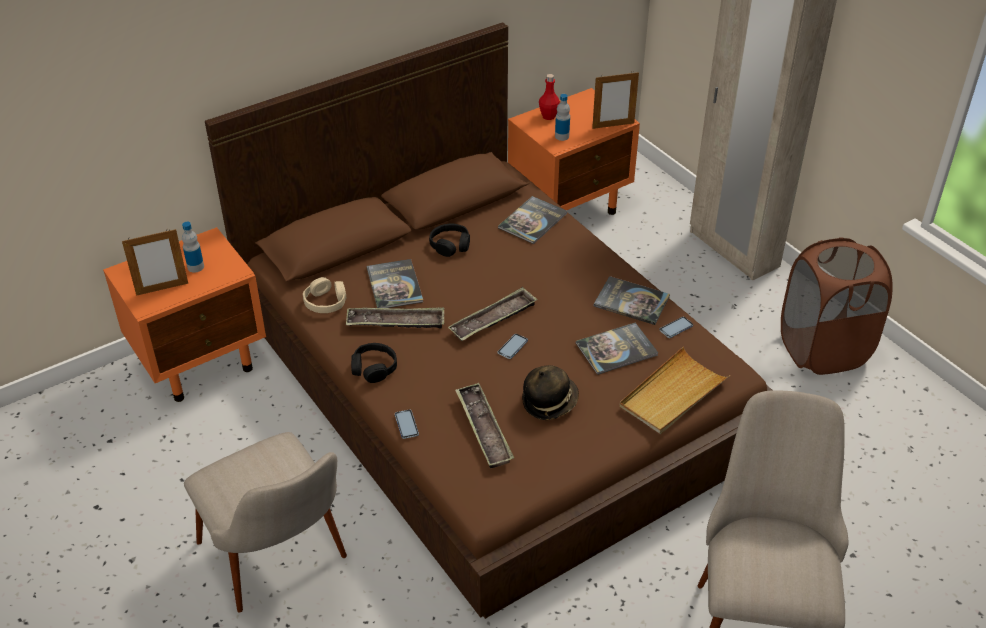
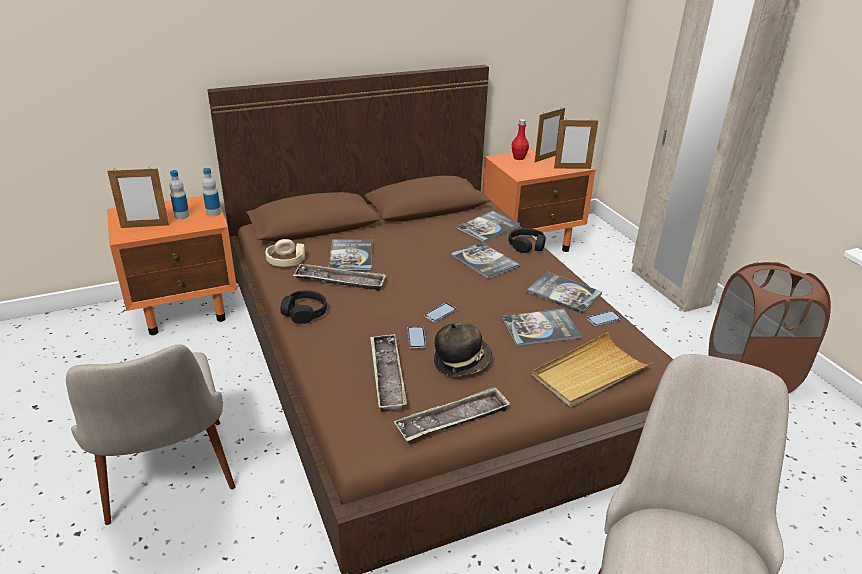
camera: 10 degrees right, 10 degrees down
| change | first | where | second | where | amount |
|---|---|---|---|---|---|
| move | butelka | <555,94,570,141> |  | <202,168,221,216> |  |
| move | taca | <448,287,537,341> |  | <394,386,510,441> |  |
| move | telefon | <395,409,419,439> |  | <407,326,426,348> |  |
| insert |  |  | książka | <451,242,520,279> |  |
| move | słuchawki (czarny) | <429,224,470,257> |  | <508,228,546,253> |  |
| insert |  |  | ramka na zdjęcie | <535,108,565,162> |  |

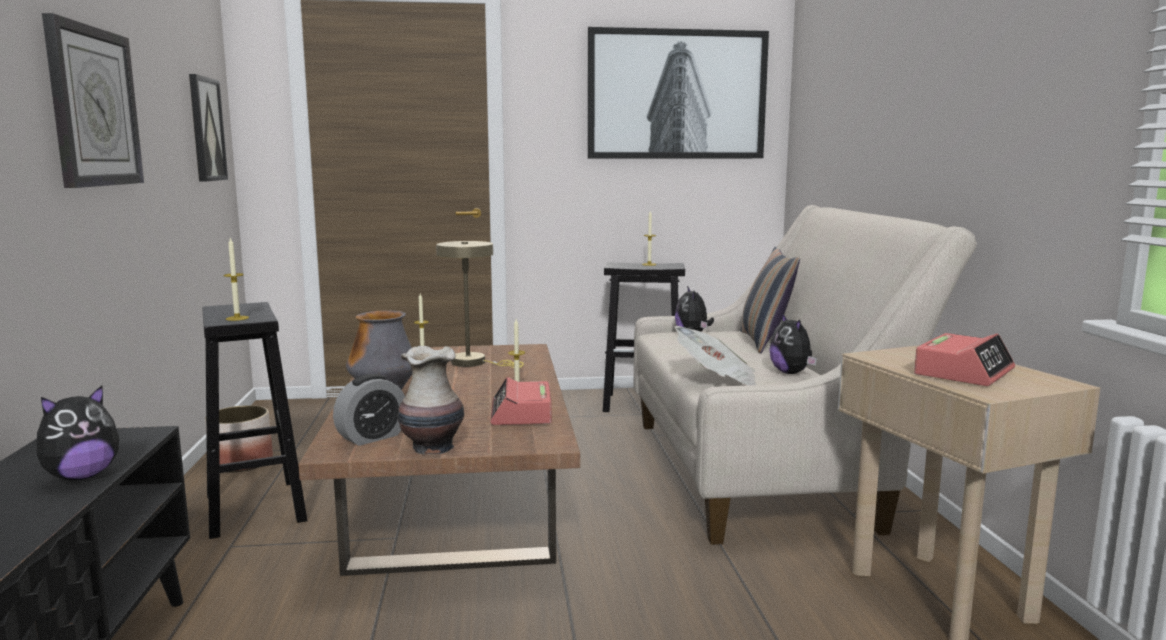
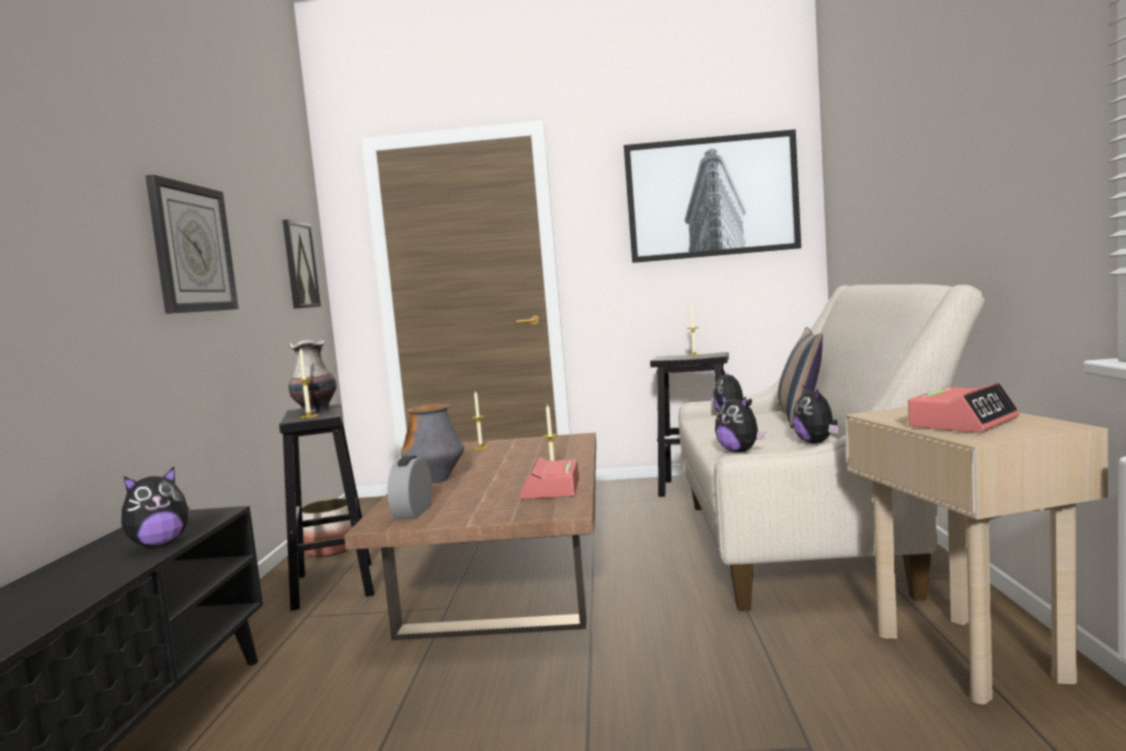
camera: 10 degrees right, 5 degrees down
| change | first | where | second | where | amount |
|---|---|---|---|---|---|
| move | wazon | <398,346,464,454> |  | <288,339,337,413> |  |
| rotate | budzik | <333,374,405,446> |  | <387,456,432,519> | 135 degrees clockwise |
| replace | gazeta | <675,326,756,386> | pluszak | <715,394,766,452> |  |
| delete | lampa stołowa (beżowy) | <436,241,524,368> |  |  |  |

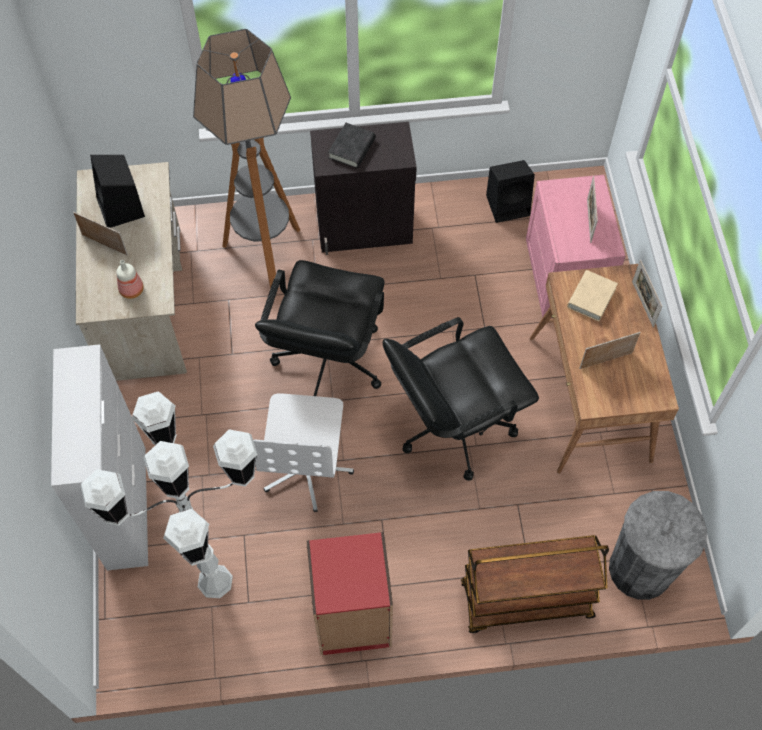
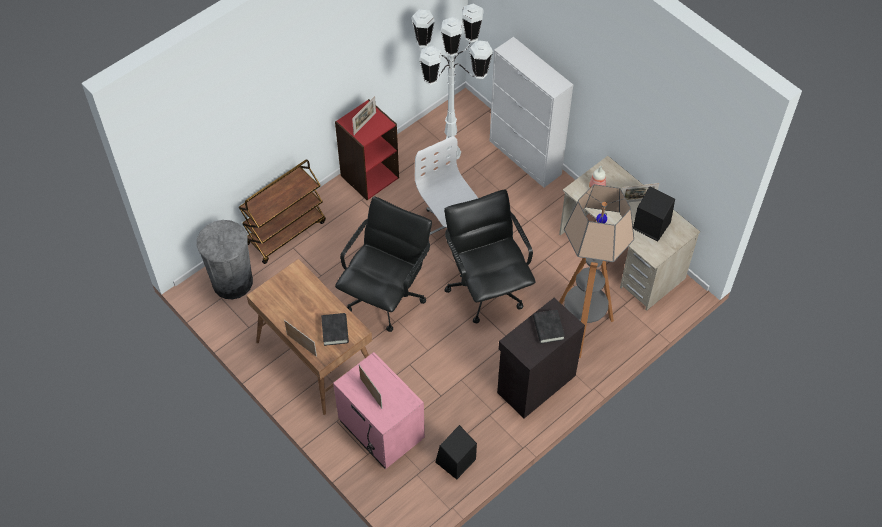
camera: 145 degrees right, 5 degrees down
| change | first | where | second | where | amount |
|---|---|---|---|---|---|
| recolor | książka (beżowy) | <567,270,618,322> | książka (czarny) | <321,313,349,346> |  |
| move | ramka na zdjęcie | <579,332,641,369> |  | <352,96,376,135> |  |

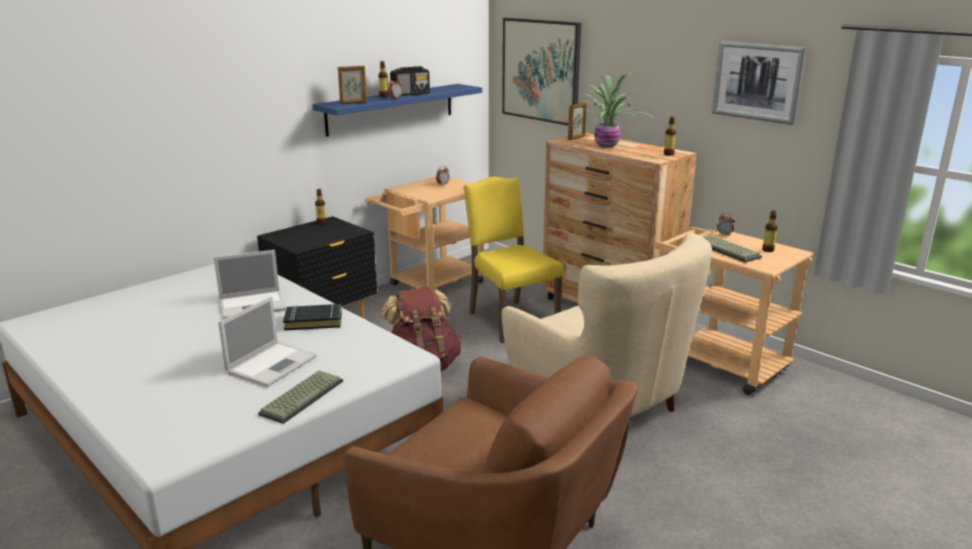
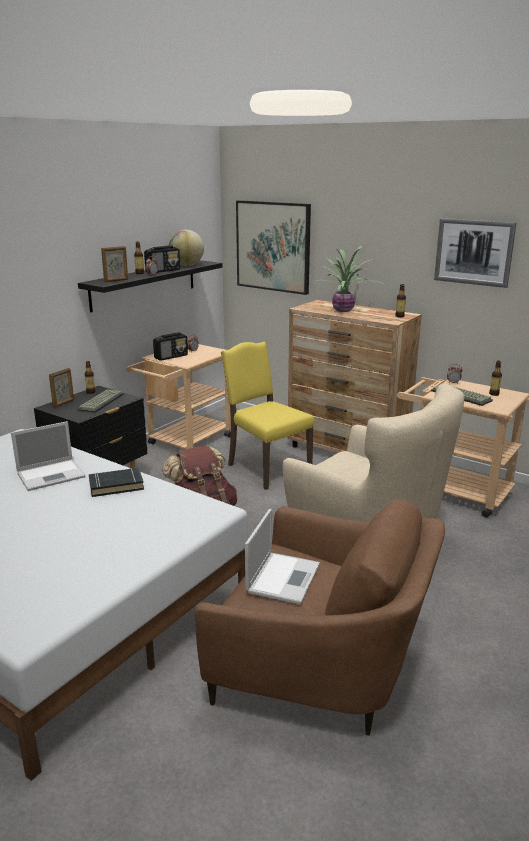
camera: 10 degrees left, 0 degrees up
| change | first | where | second | where | amount |
|---|---|---|---|---|---|
| move | ramka na zdjęcie | <568,102,587,140> |  | <49,368,74,407> |  |
| move | klawiatura | <258,370,343,424> |  | <77,389,124,413> |  |
| recolor | półka (niebieski) | <312,84,482,137> | półka (czarny) | <78,260,223,312> |  |
| insert |  |  | radio | <153,332,188,361> |  |
| insert |  |  | globus | <169,230,204,266> |  |
| move | laptop | <218,296,317,387> |  | <245,509,320,604> |  |

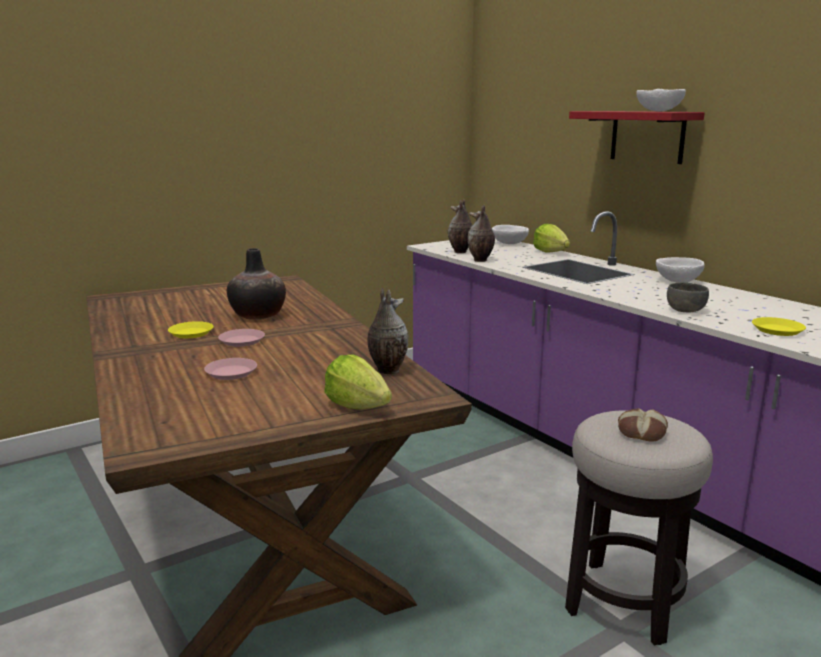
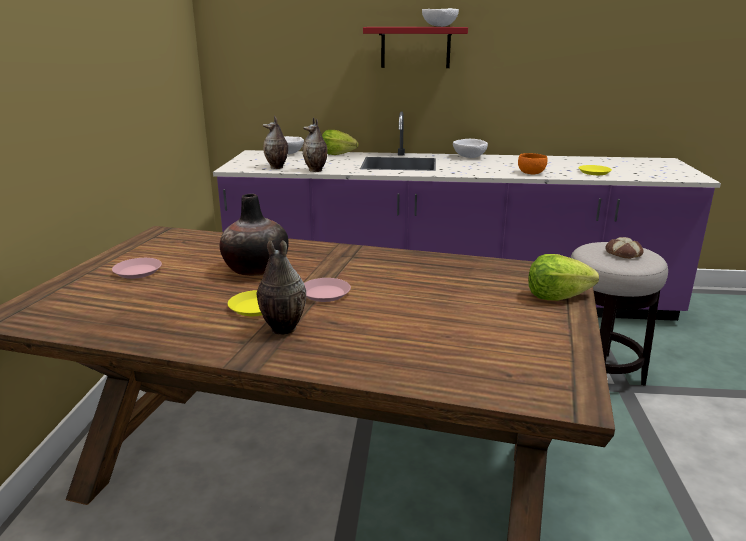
camera: 50 degrees left, 5 degrees up
| change | first | where | second | where | amount |
|---|---|---|---|---|---|
| move | talerz (różowy) | <204,358,257,380> |  | <112,258,162,279> |  |
| move | wazon | <368,288,409,374> |  | <257,240,306,335> |  |
| recolor | miska (szary) | <667,282,709,313> | miska (pomarańczowy) | <518,153,547,174> |  |

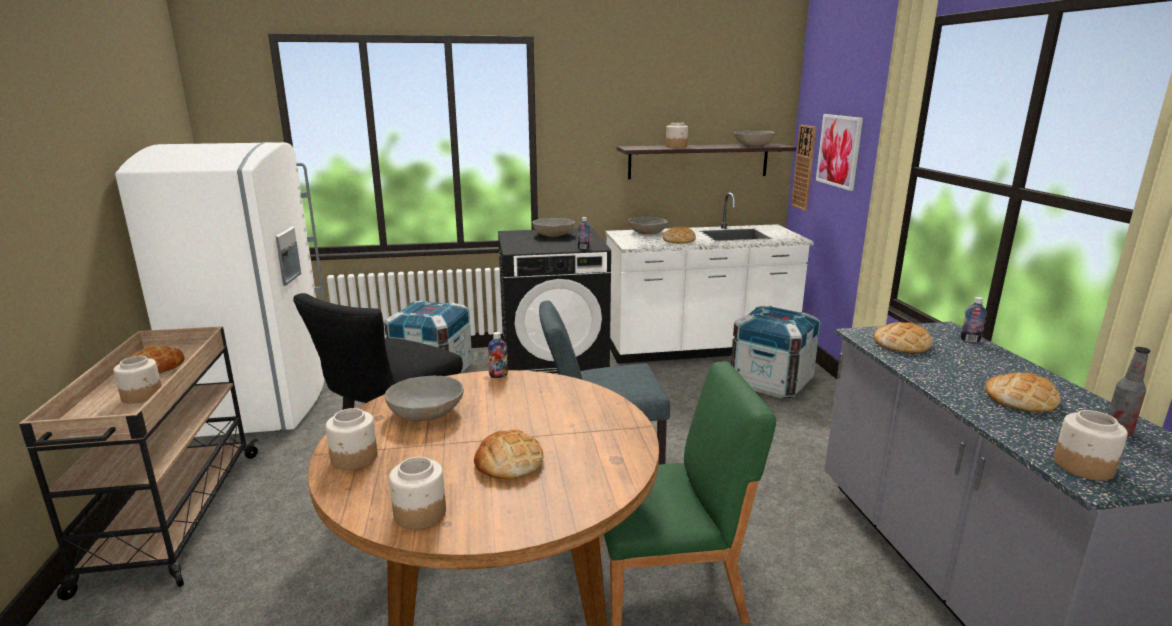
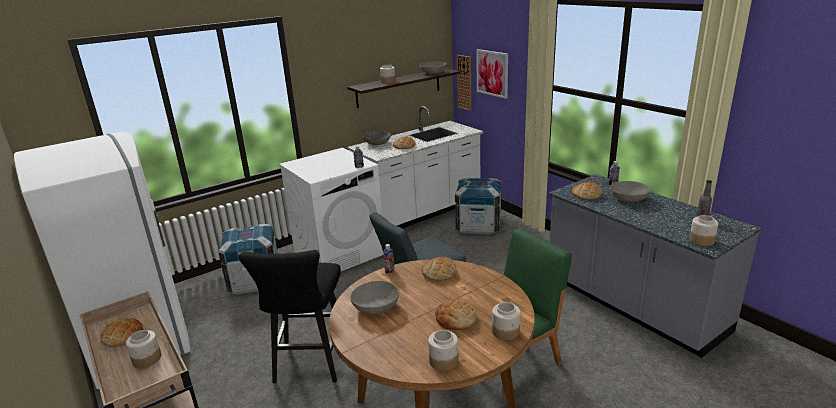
camera: 25 degrees left, 5 degrees up
| change | first | where | second | where | amount |
|---|---|---|---|---|---|
| recolor | pralka (czarny) | <498,228,611,374> | pralka (biały) | <279,148,384,271> |  |
| move | chleb | <985,372,1061,412> |  | <422,257,456,281> |  |
| move | słoik | <326,408,378,470> |  | <492,302,520,340> |  |
| move | miska (szary) | <532,218,575,237> |  | <610,181,651,202> |  |

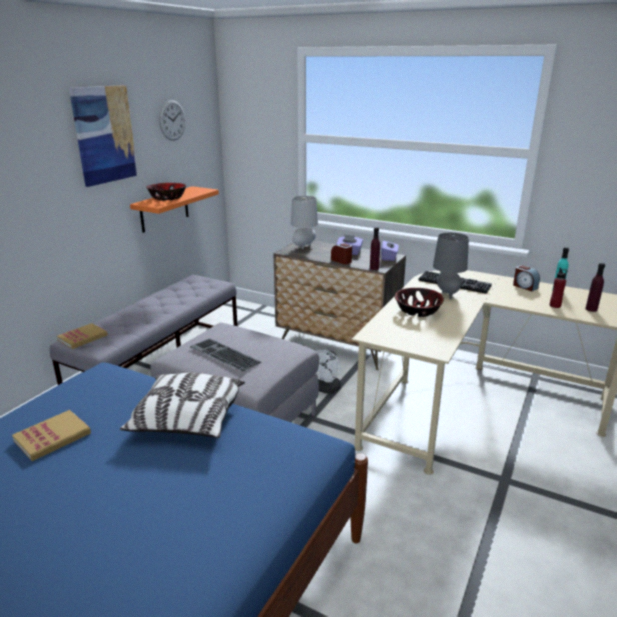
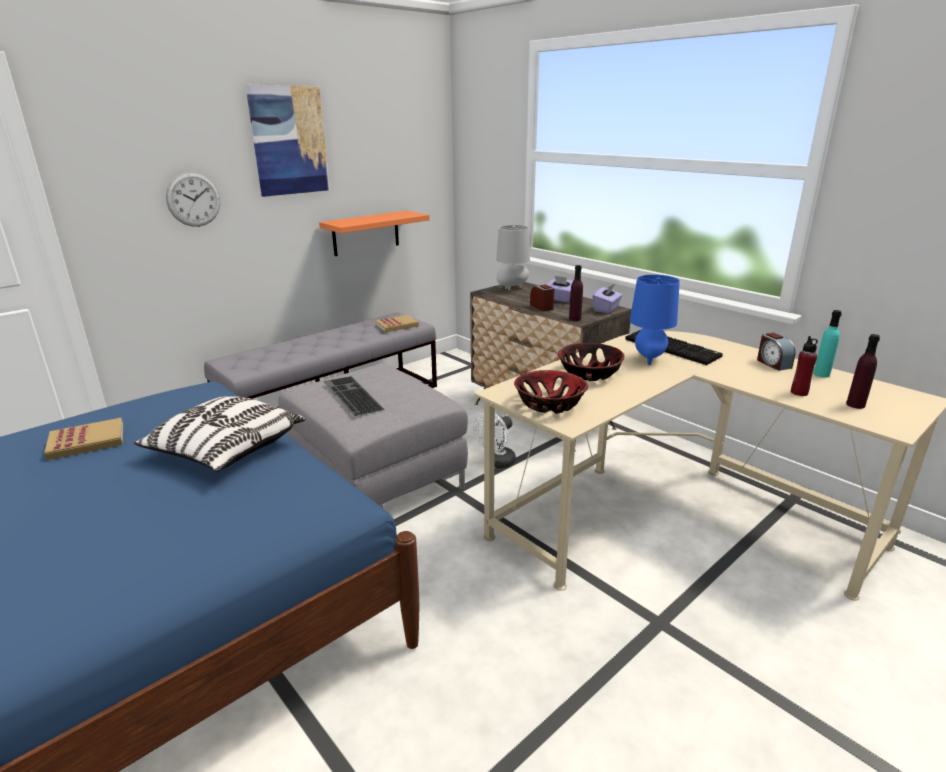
camera: 20 degrees right, 0 degrees up
| change | first | where | second | where | amount |
|---|---|---|---|---|---|
| move | zegar ścienny | <159,100,185,141> |  | <166,172,220,227> |  |
| move | książka | <57,323,108,349> |  | <375,315,419,332> |  |
| move | miska | <146,183,186,201> |  | <514,370,588,414> |  |
| recolor | lampa stołowa (szary) | <433,232,469,299> | lampa stołowa (niebieski) | <630,275,680,365> |  |

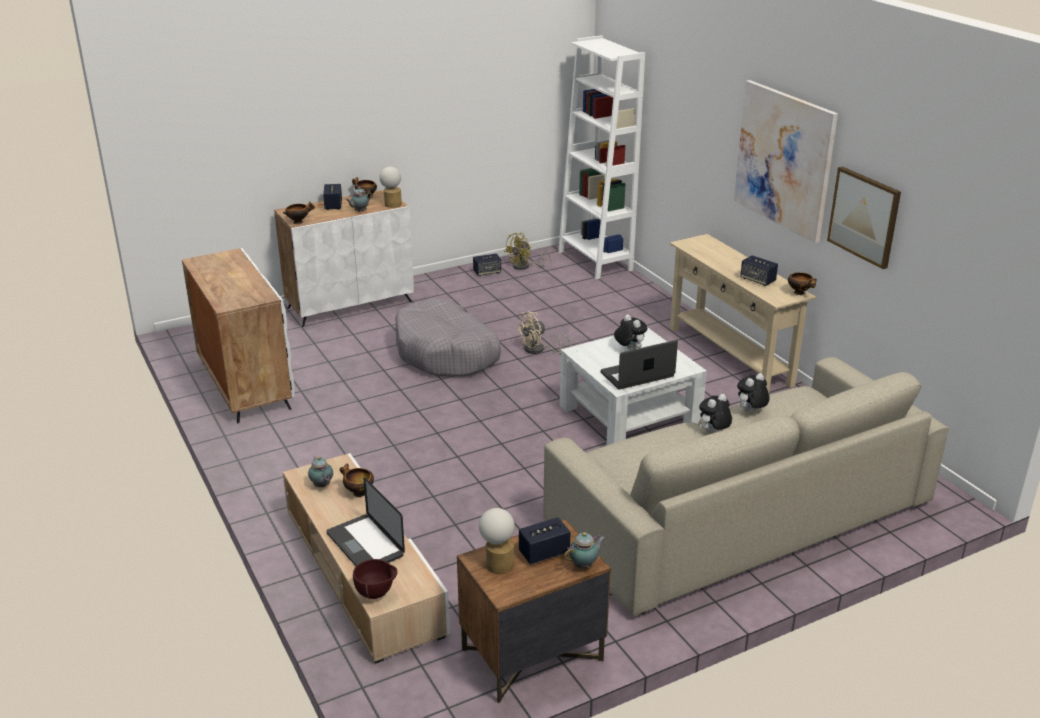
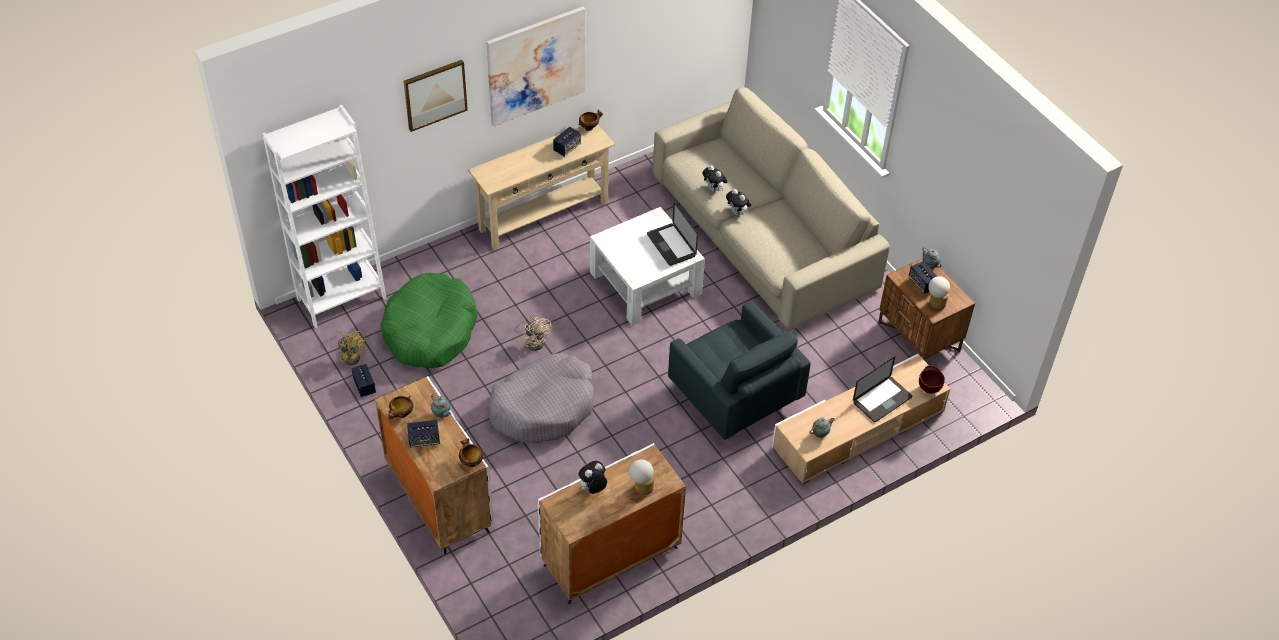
camera: 95 degrees left, 20 degrees up
| change | first | where | second | where | amount |
|---|---|---|---|---|---|
| insert |  |  | legowisko (zielony) | <381,273,478,368> |  |
| move | obraz | <827,166,901,269> |  | <403,60,468,132> |  |
| move | pluszak | <614,315,648,350> |  | <578,461,607,494> |  |
| move | lampa stołowa | <379,167,402,208> |  | <629,459,654,495> |  |
| insert |  |  | fotel (szary) | <668,301,811,440> |  |
| delete | miska | <339,463,374,497> |  |  |  |

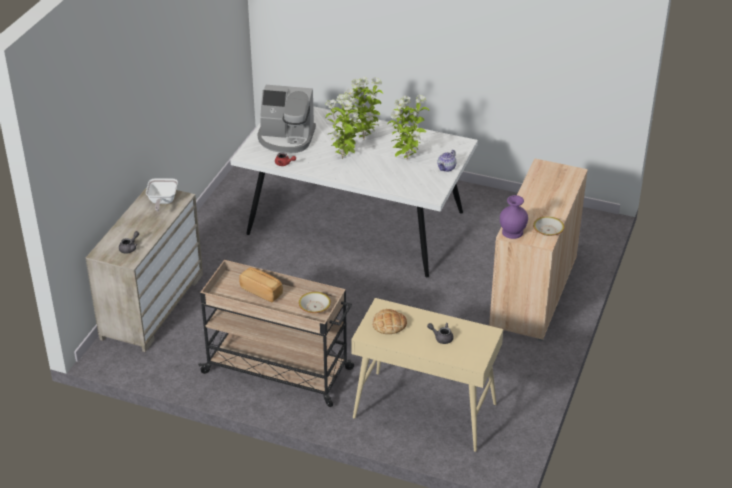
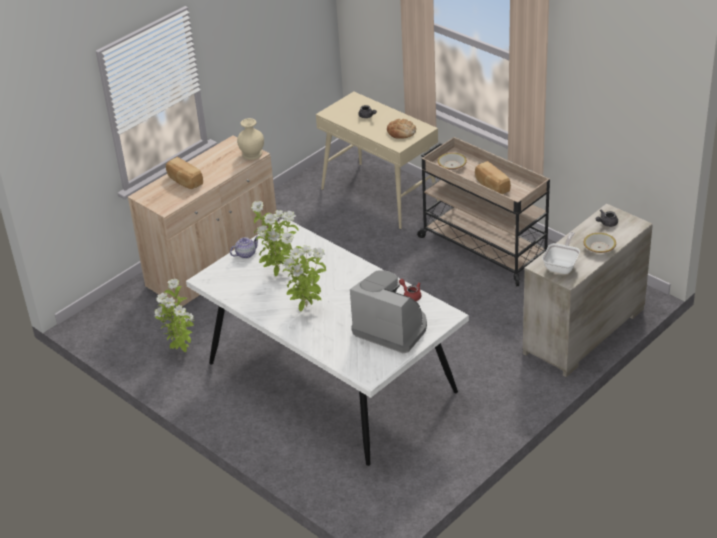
camera: 155 degrees left, 0 degrees up
| change | first | where | second | where | amount |
|---|---|---|---|---|---|
| move | roślina doniczkowa | <326,94,360,159> |  | <154,279,194,352> |  |
| insert |  |  | chleb | <166,157,203,189> |  |
| recolor | wazon (fioletowy) | <500,195,528,239> | wazon (beżowy) | <237,118,264,160> |  |
| move | miska | <533,216,565,236> |  | <584,233,616,253> |  |

